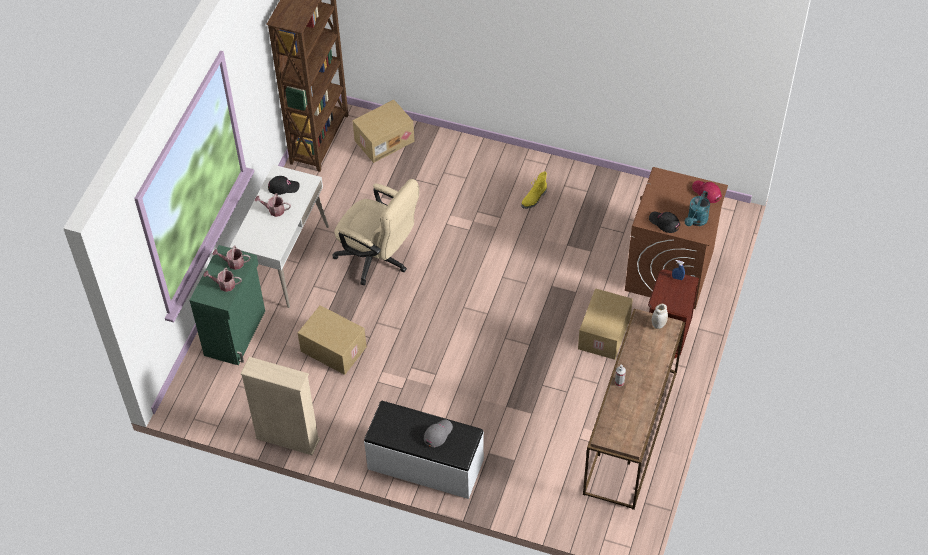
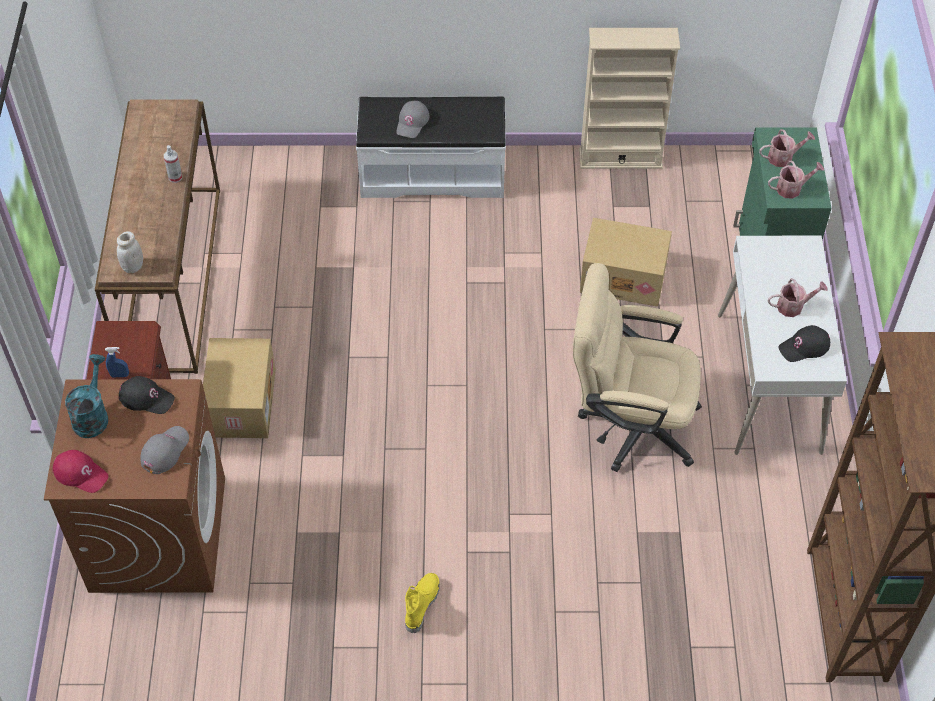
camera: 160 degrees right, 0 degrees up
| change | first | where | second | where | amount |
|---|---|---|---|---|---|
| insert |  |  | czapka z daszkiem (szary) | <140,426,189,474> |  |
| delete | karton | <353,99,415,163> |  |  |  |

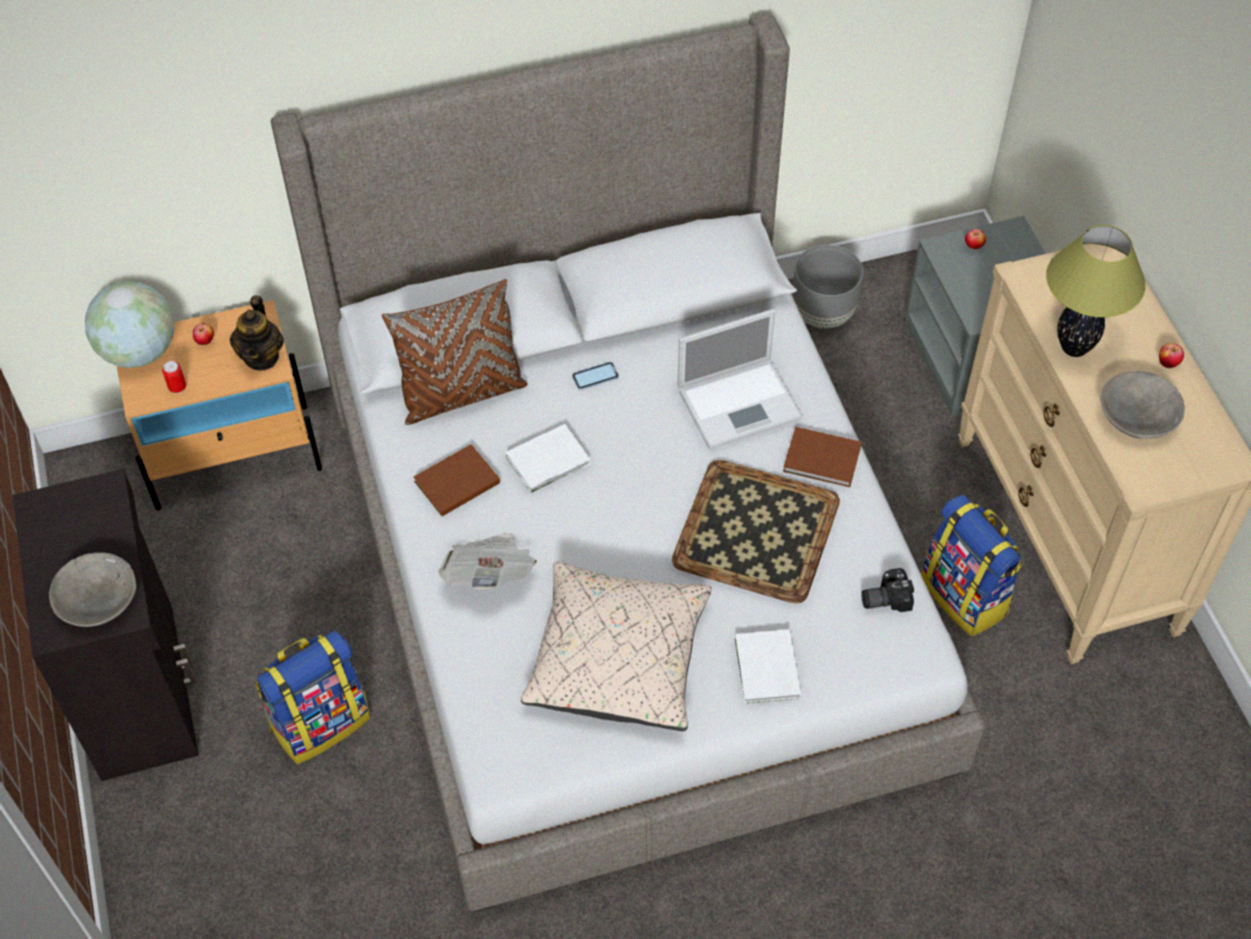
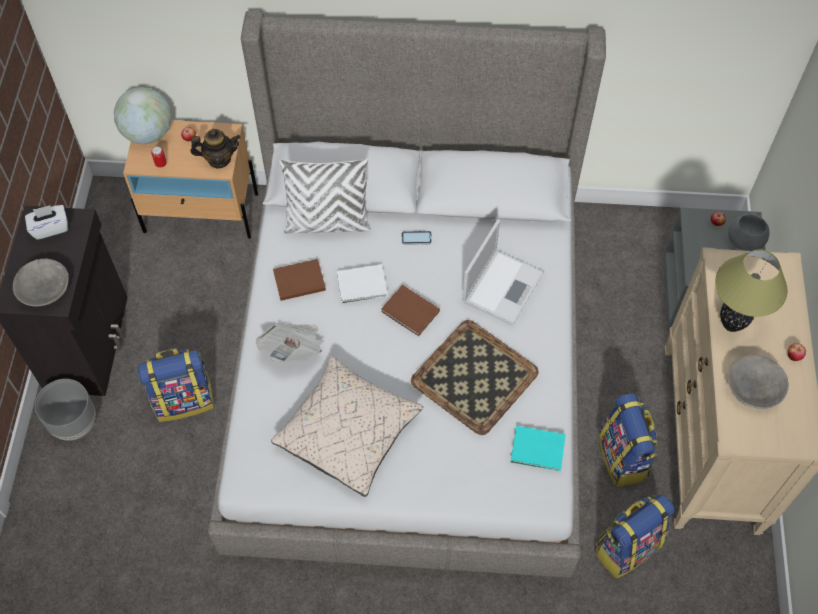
camera: 20 degrees right, 5 degrees up
| change | first | where | second | where | amount |
|---|---|---|---|---|---|
| insert |  |  | pudełko chusteczek (biały) | <25,205,68,240> |  |
| move | donica (szary) | <793,245,863,329> |  | <35,379,96,441> |  |
| rotate | imbryk | <230,296,284,371> |  | <190,129,241,168> | 120 degrees counterclockwise |
| recolor | poduszka (brązowy) | <382,279,528,425> | poduszka (biały) | <279,159,371,234> |  |
| move | książka (brązowy) | <783,427,862,487> |  | <381,285,440,336> |  |
| rotate | laptop | <678,309,803,449> |  | <462,220,544,325> | 60 degrees counterclockwise |
| replace | aparat fotograficzny | <861,568,914,612> | książka (turkusowy) | <511,426,566,471> |  |
| insert |  |  | plecak | <595,495,675,579> |  |
| insert |  |  | miska (szary) | <728,213,770,251> |  |
| delete | książka (biały) | <735,629,801,703> |  |  |  |

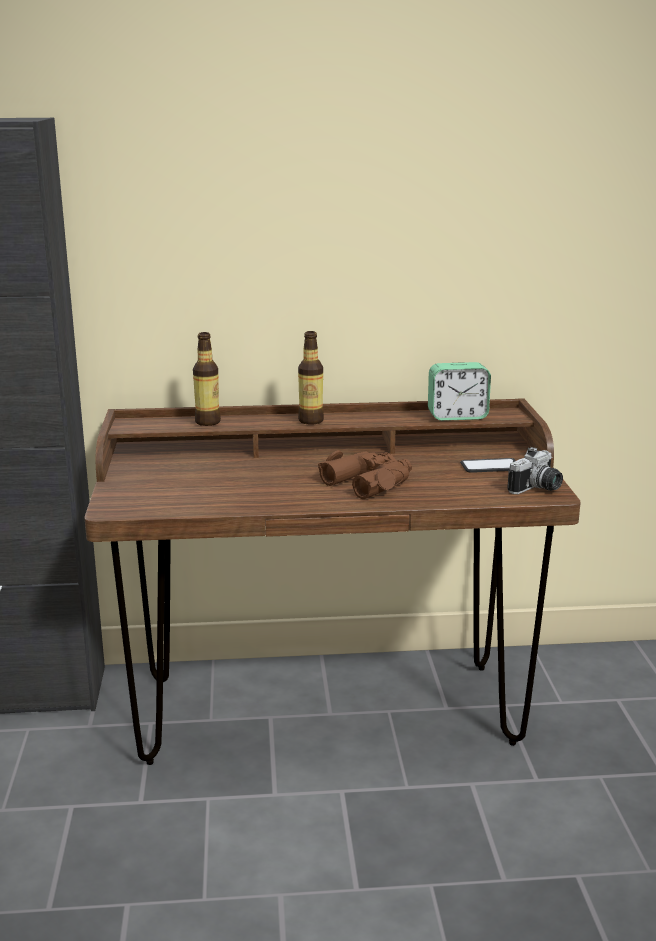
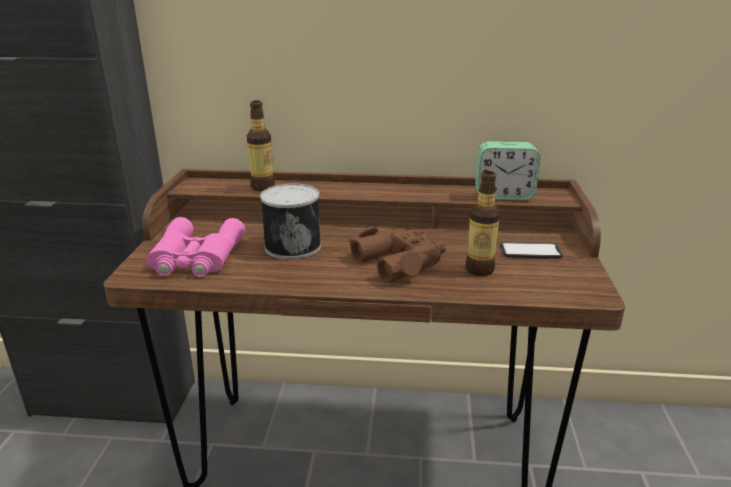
camera: 10 degrees right, 5 degrees up
| change | first | where | second | where | amount |
|---|---|---|---|---|---|
| insert |  |  | lornetka (różowy) | <146,217,245,277> |  |
| insert |  |  | puszka | <260,183,321,260> |  |
| move | butelka | <298,331,324,424> |  | <465,171,500,276> |  |
| delete | aparat fotograficzny | <507,447,563,494> |  |  |  |

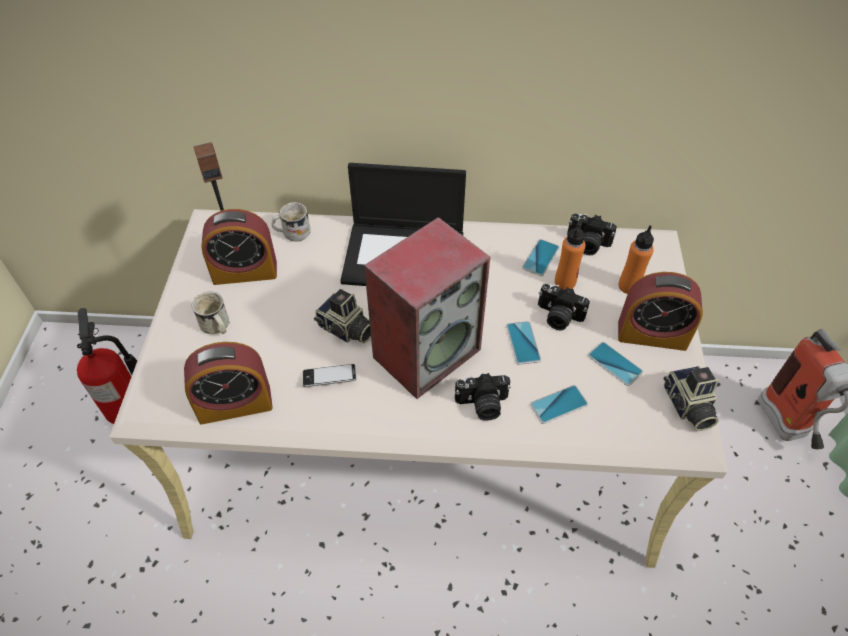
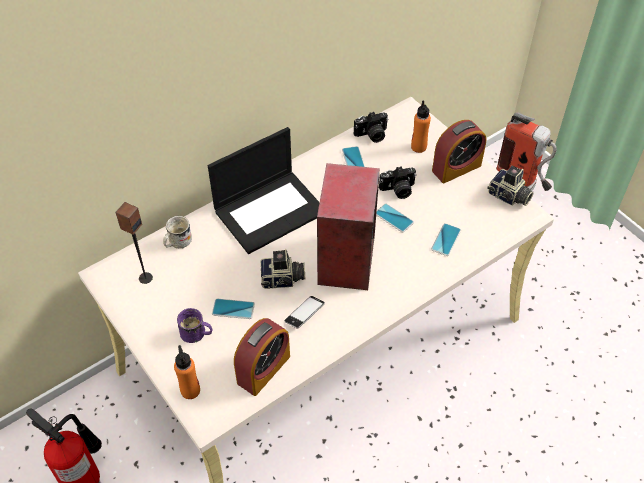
camera: 40 degrees left, 0 degrees up
| change | first | where | second | where | amount |
|---|---|---|---|---|---|
| move | butelka (pomarańczowy) | <555,219,586,290> |  | <174,345,200,399> |  |
| recolor | kubek (biały) | <192,292,230,334> | kubek (fioletowy) | <177,308,213,343> |  |
| move | telefon | <588,342,643,386> |  | <212,299,255,319> |  |
| delete | budzik | <201,209,277,285> |  |  |  |
| delete | aparat fotograficzny | <455,373,511,421> |  |  |  |

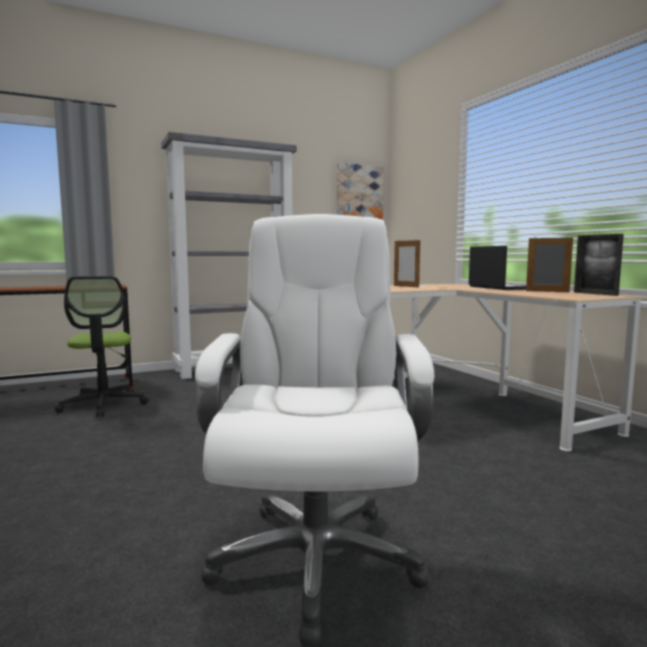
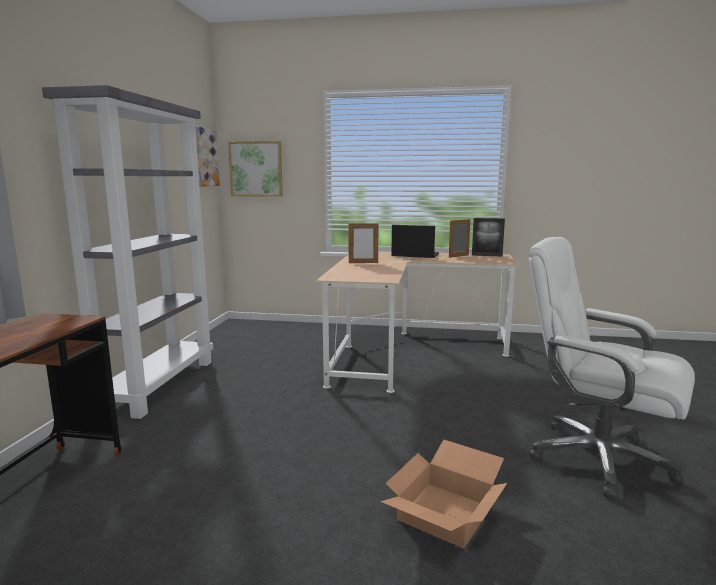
camera: 55 degrees left, 5 degrees up
| change | first | where | second | where | amount |
|---|---|---|---|---|---|
| insert |  |  | obraz | <228,141,283,197> |  |
| insert |  |  | karton | <380,439,507,548> |  |
| delete | krzesło biurowe | <54,276,149,417> |  |  |  |

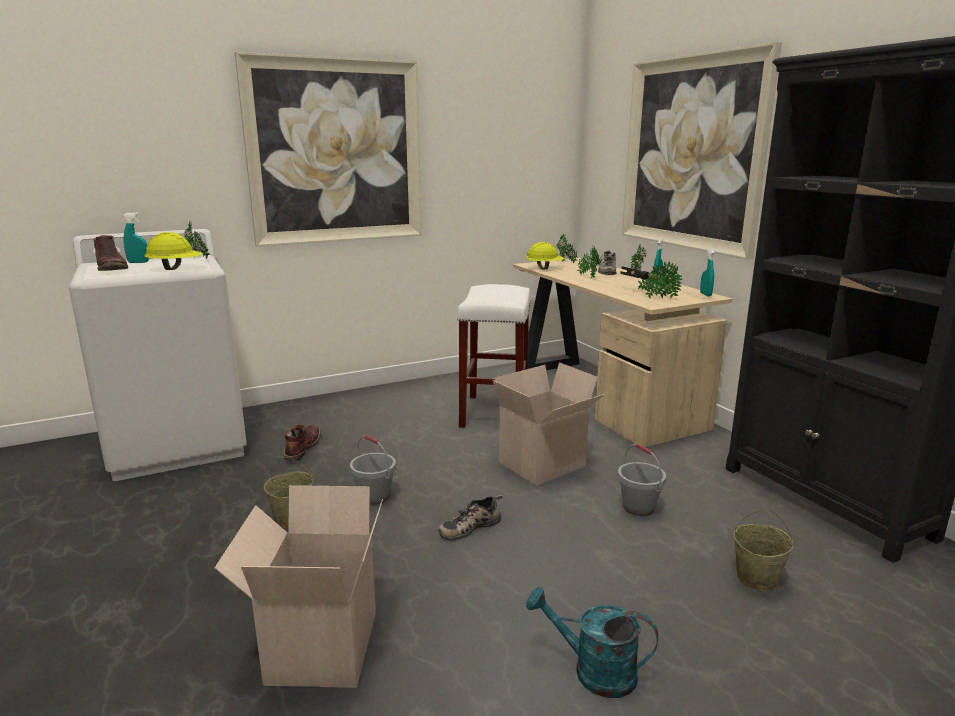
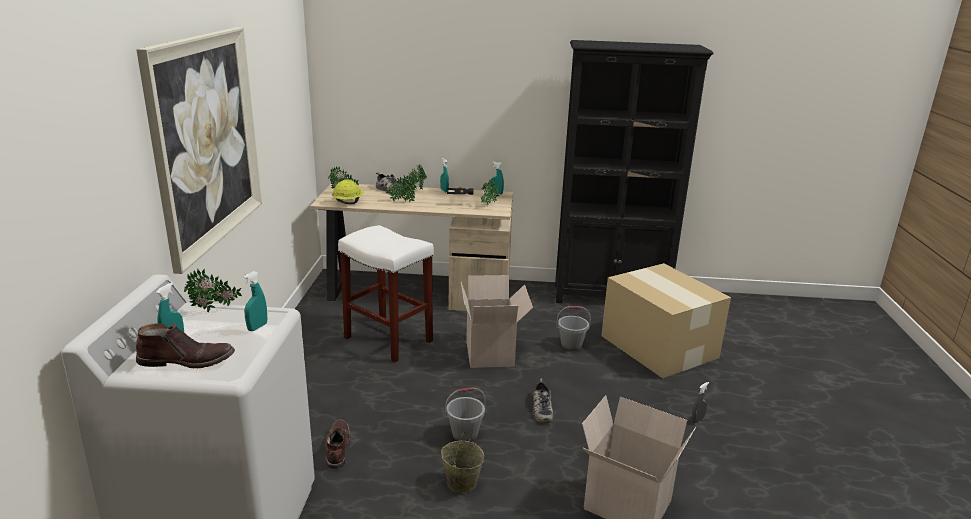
camera: 60 degrees left, 5 degrees up
| change | first | where | second | where | amount |
|---|---|---|---|---|---|
| replace | kask (żółty) | <144,232,203,270> | spryskiwacz (turkusowy) | <243,271,267,331> |  |
| rotate | but z cholewką (brązowy) | <284,424,321,461> |  | <325,419,351,469> | 45 degrees clockwise |
| replace | wiadro (beżowy) | <733,509,794,592> | karton | <601,263,731,378> |  |
| replace | konewka (turkusowy) | <526,587,658,698> | spryskiwacz (szary) | <691,382,709,423> |  |
| delete | obraz | <622,42,782,260> |  |  |  |

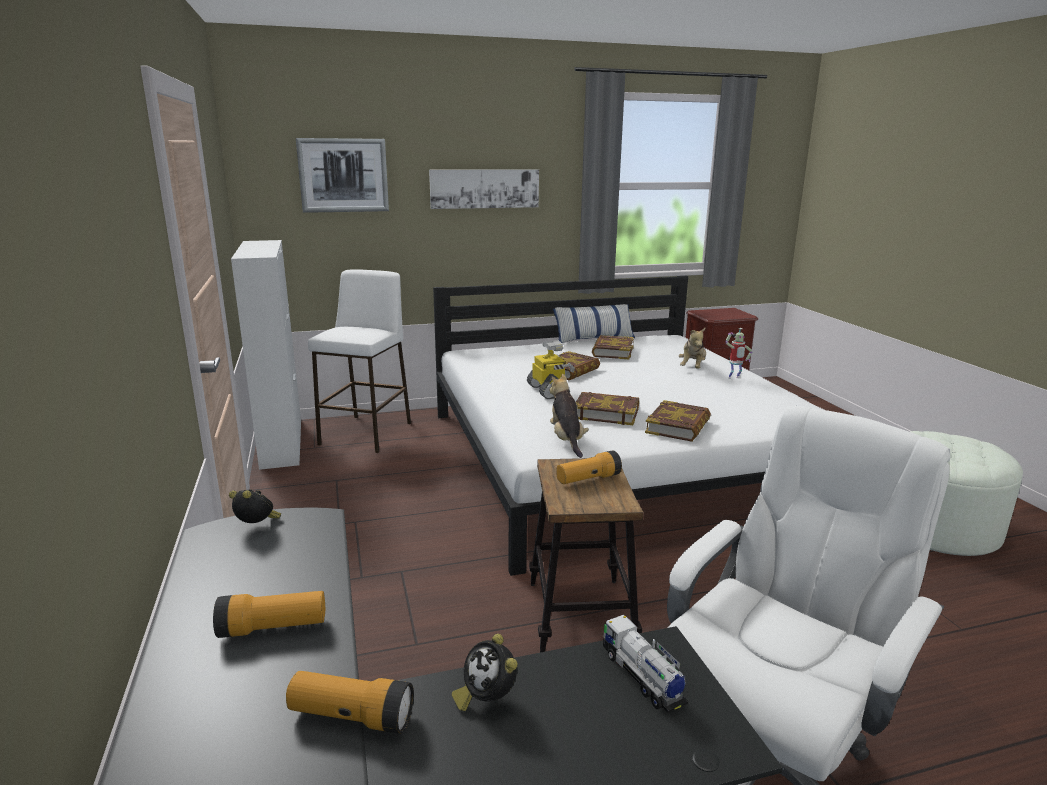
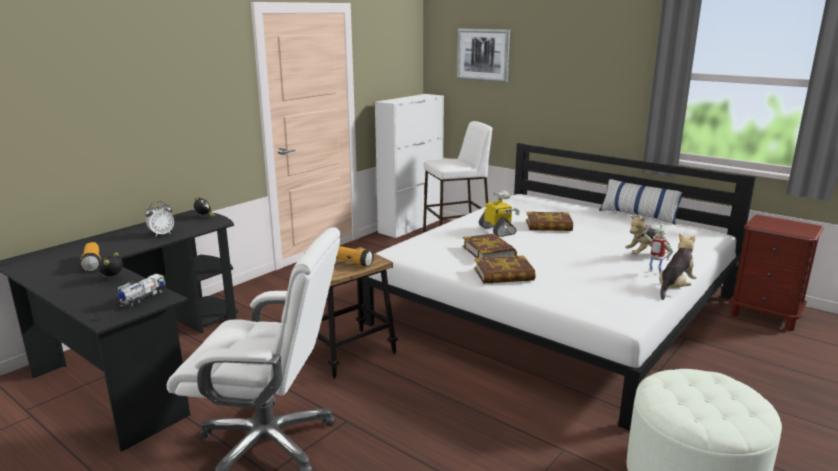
camera: 55 degrees right, 0 degrees up
| change | first | where | second | where | amount |
|---|---|---|---|---|---|
| insert |  |  | budzik | <145,201,174,236> |  |
| rotate | robot zabawkowy | <527,340,575,399> |  | <479,190,520,237> | 60 degrees counterclockwise |
| move | pluszak | <549,374,589,458> |  | <659,234,697,300> |  |
| delete | latarka | <213,591,325,638> |  |  |  |
| delete | obraz | <429,169,539,209> |  |  |  |
| delete | książka | <592,335,634,359> |  |  |  |

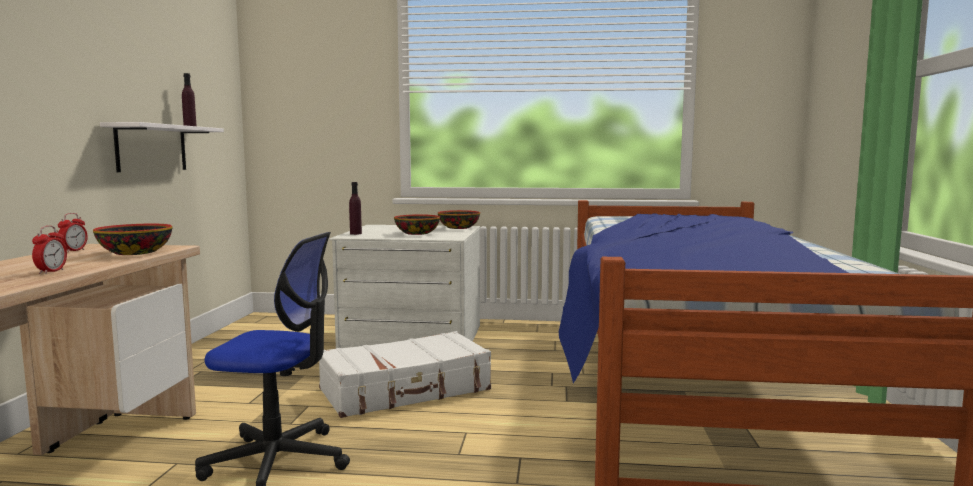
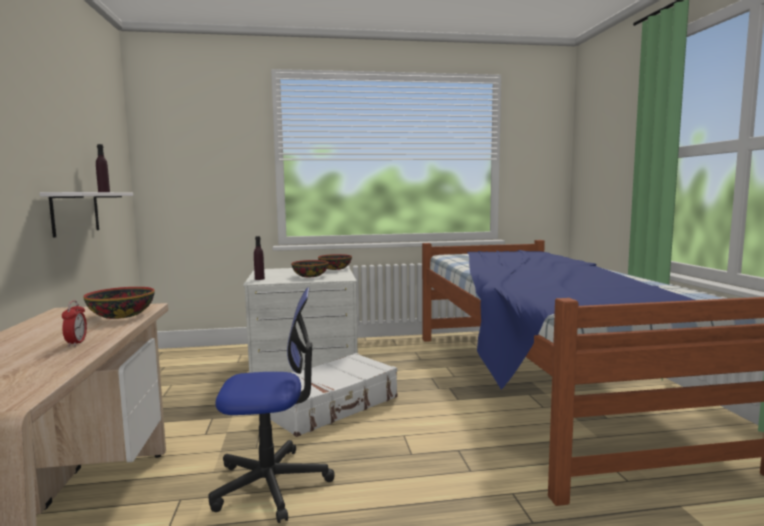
camera: 15 degrees left, 0 degrees up
| change | first | where | second | where | amount |
|---|---|---|---|---|---|
| delete | budzik | <58,213,88,253> |  |  |  |

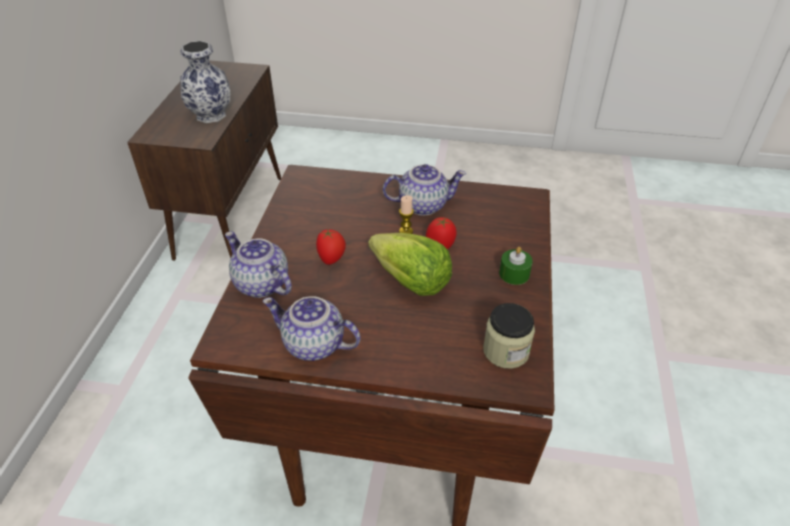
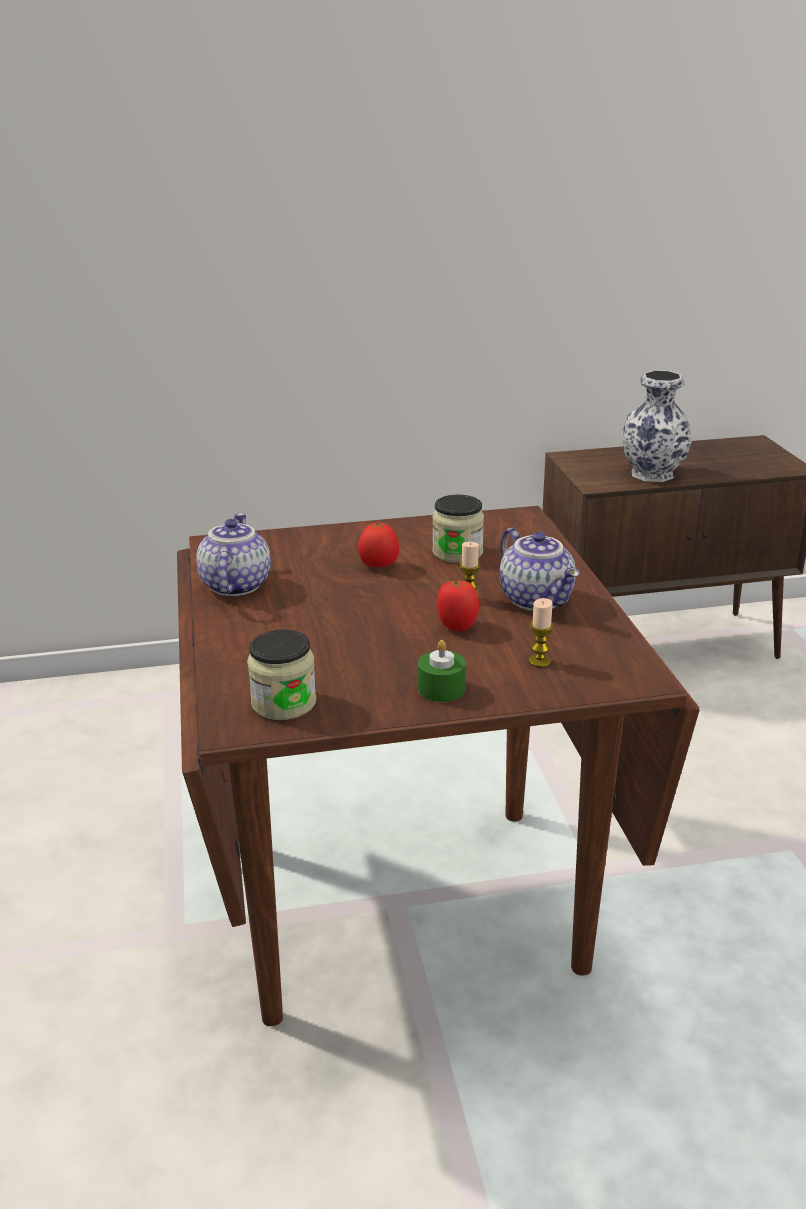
camera: 70 degrees right, 15 degrees down
| change | first | where | second | where | amount |
|---|---|---|---|---|---|
| insert |  |  | słoik | <432,495,484,563> |  |
| insert |  |  | świeca | <528,598,554,667> |  |
| delete | imbryk | <225,232,292,298> |  |  |  |
| delete | sałata | <368,233,452,296> |  |  |  |

